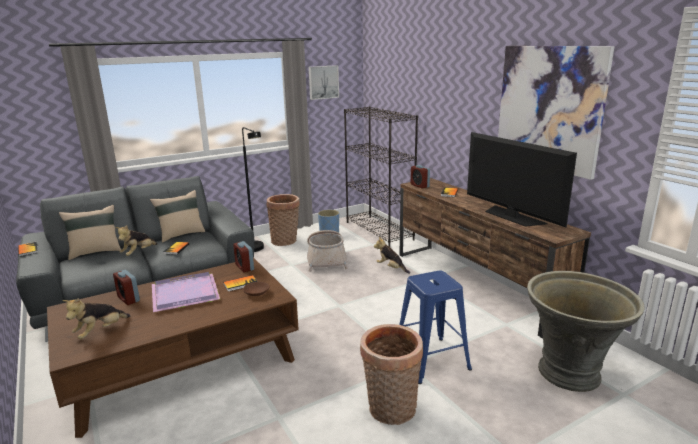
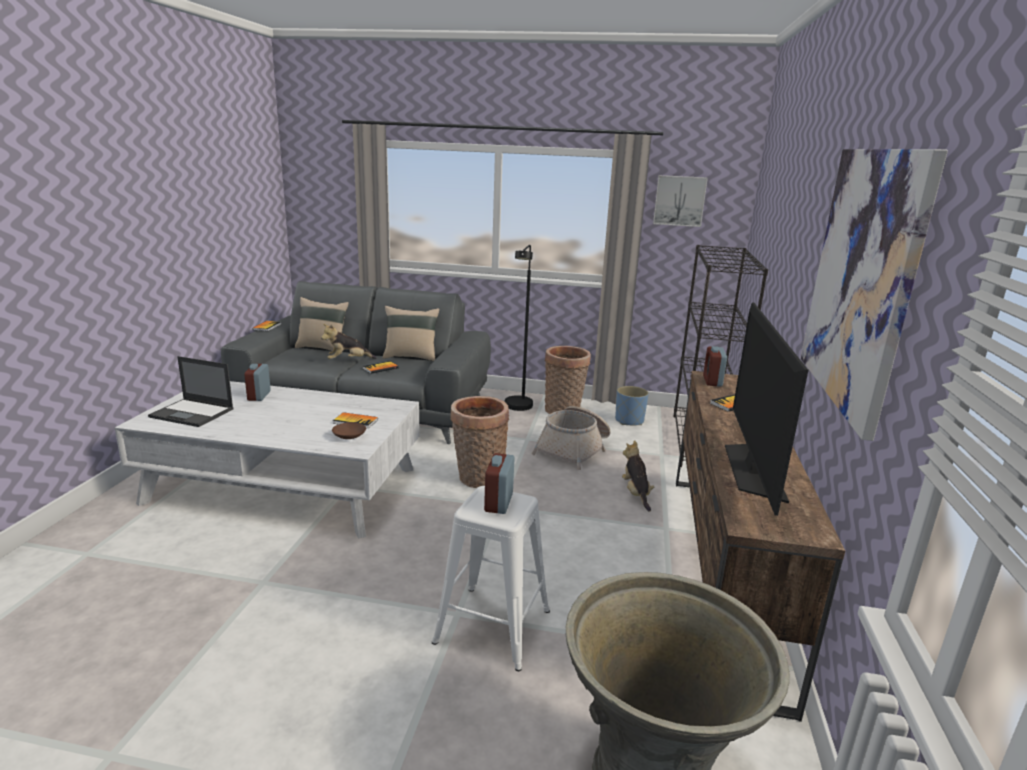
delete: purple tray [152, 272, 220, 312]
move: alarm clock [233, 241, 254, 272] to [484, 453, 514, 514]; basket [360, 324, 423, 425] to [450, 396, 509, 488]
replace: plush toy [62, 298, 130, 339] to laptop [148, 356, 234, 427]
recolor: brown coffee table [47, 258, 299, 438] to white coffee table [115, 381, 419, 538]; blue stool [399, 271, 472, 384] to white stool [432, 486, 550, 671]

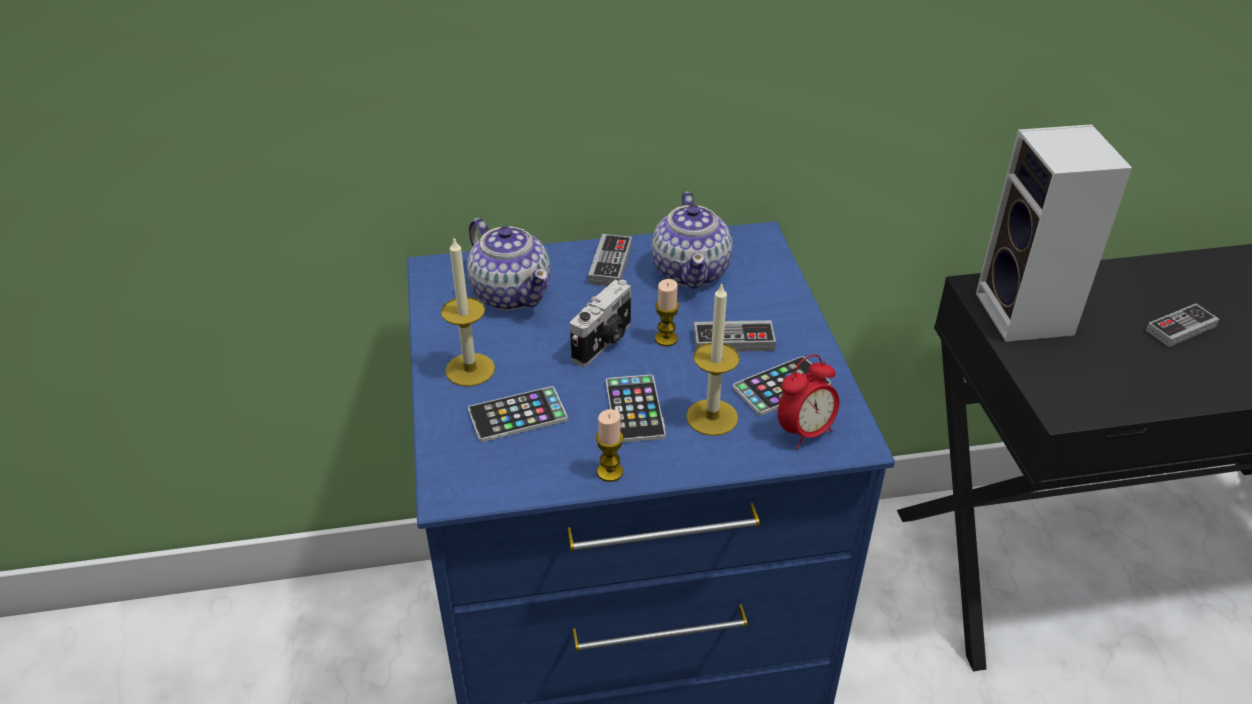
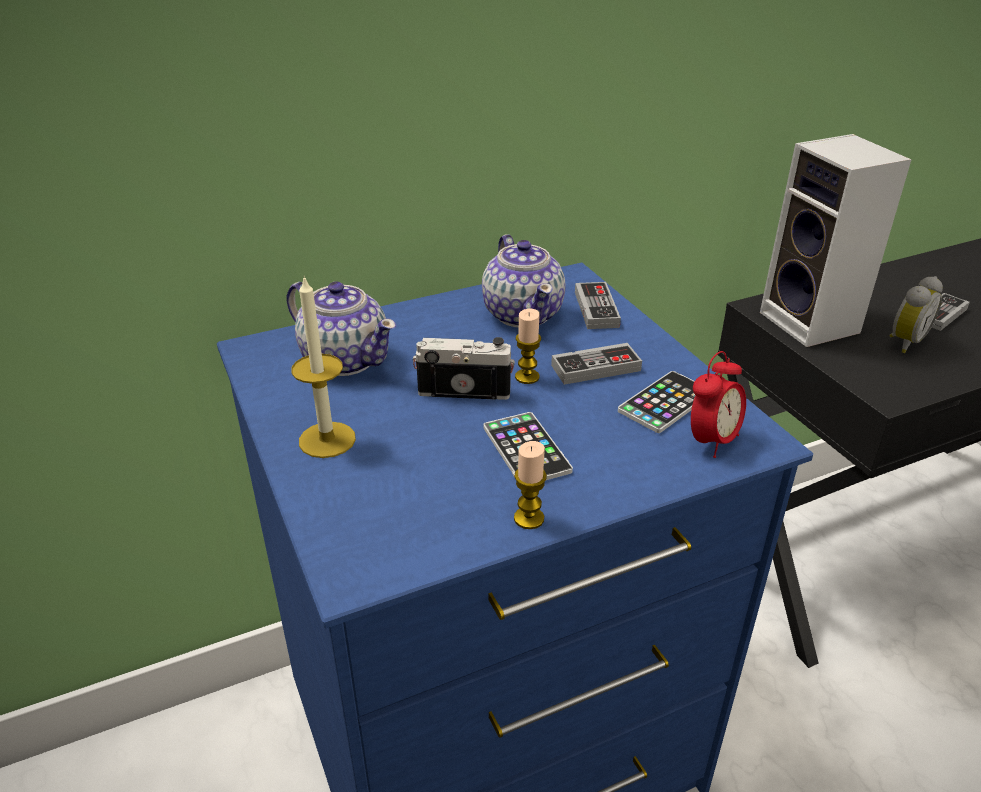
delete: candle [686, 282, 740, 436]; phone [468, 386, 568, 442]
insert: alarm clock [889, 276, 943, 353]
move: game controller [588, 234, 632, 286] to [575, 282, 621, 329]
rotate: photo camera [570, 280, 631, 367] = [413, 337, 515, 400] 105 degrees counterclockwise

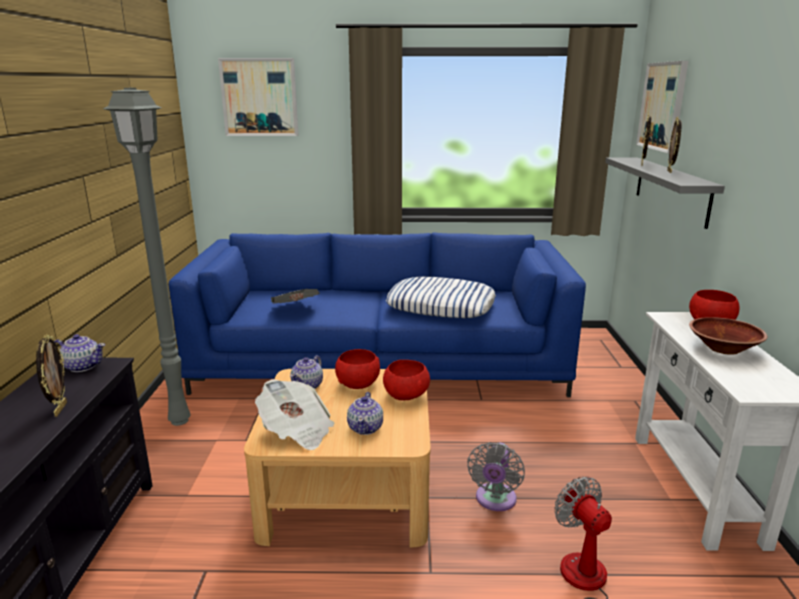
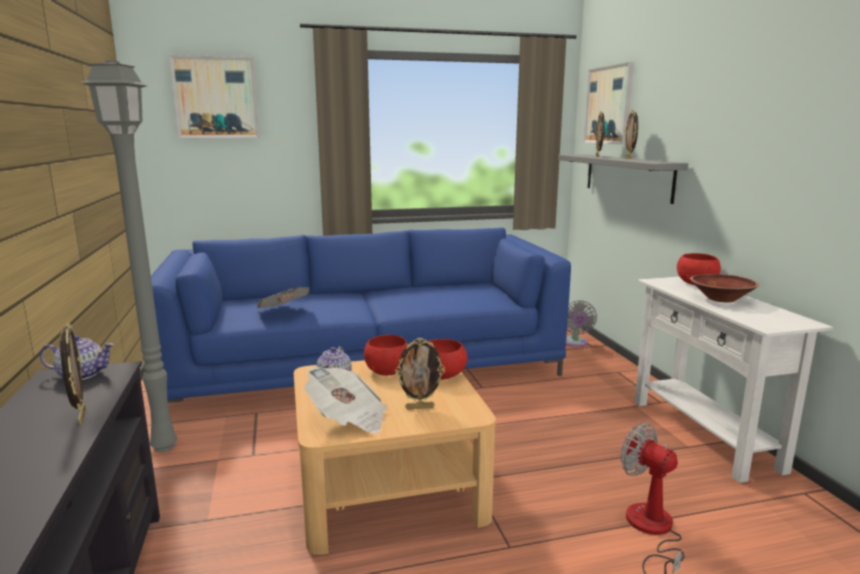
delete: pillow [386, 277, 496, 318]
move: grey fan [467, 442, 525, 511] to [566, 300, 597, 347]
replace: teapot [347, 392, 383, 435] to picture frame [395, 338, 445, 409]

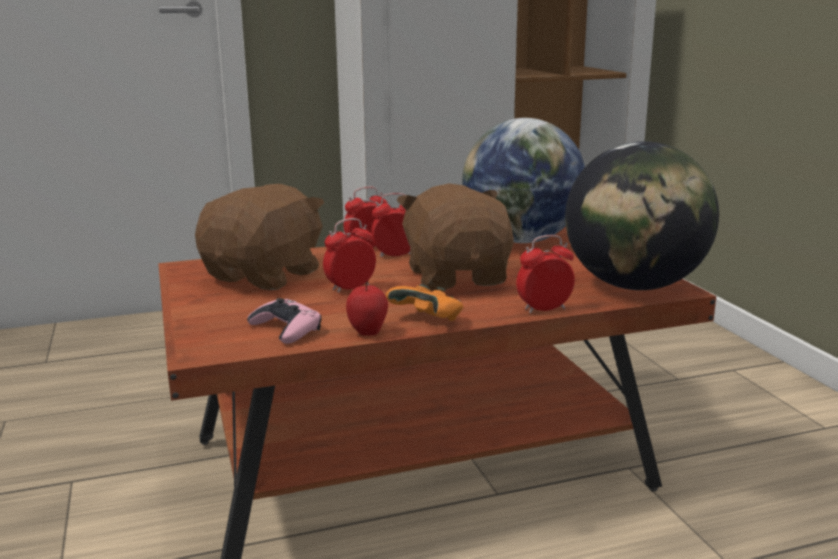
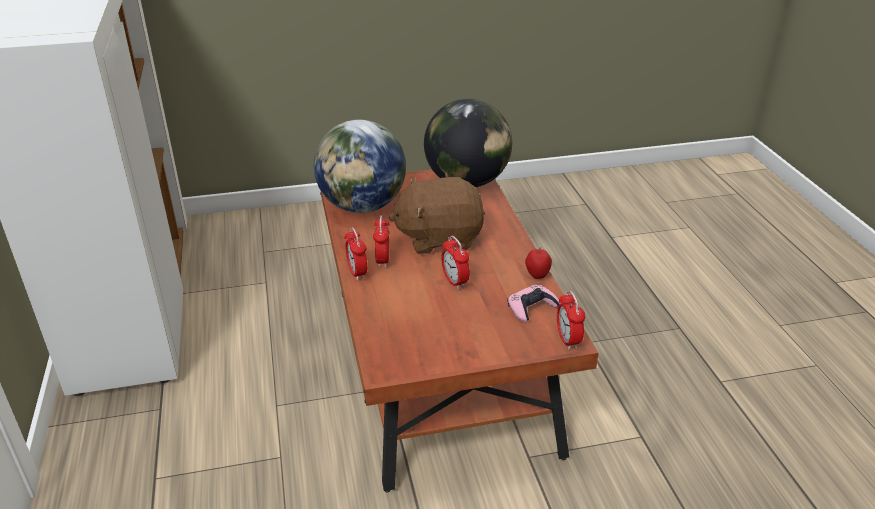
delete: brown plush toy [195, 184, 324, 290]; orange game controller [386, 284, 463, 321]
move: alarm clock [516, 235, 575, 313] to [557, 291, 585, 350]

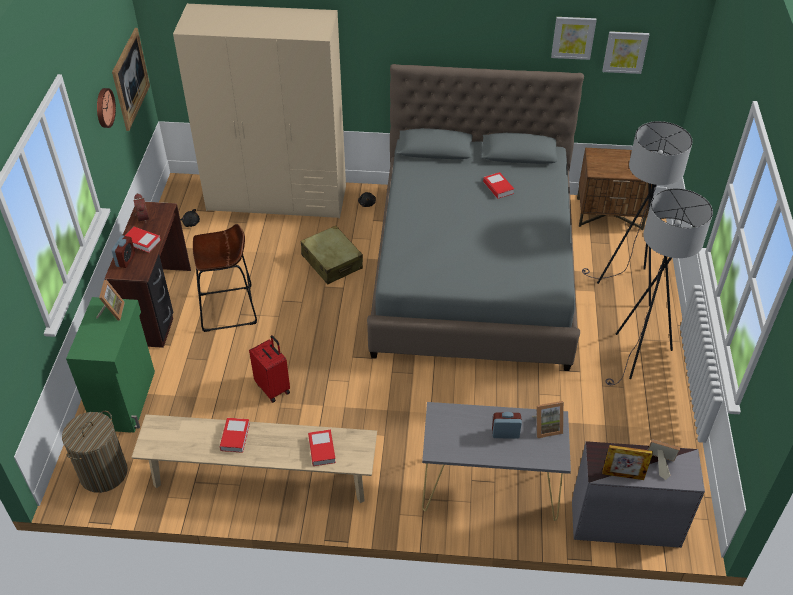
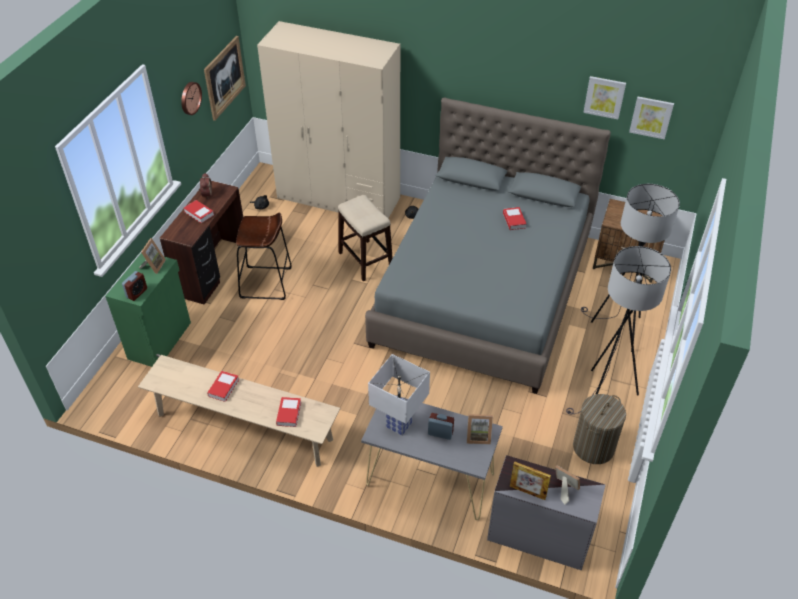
delete: red suitcase [249, 335, 290, 403]
insert: white table lamp [368, 354, 430, 436]
move: alarm clock [112, 235, 135, 268] to [122, 271, 147, 301]; laundry basket [62, 411, 128, 493] to [573, 394, 626, 464]
replace: beige suitcase [301, 226, 363, 285] to stool [338, 195, 393, 281]

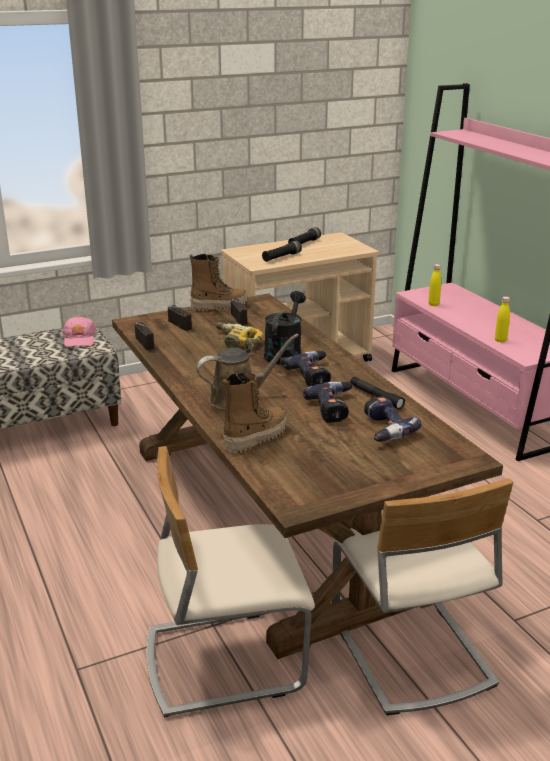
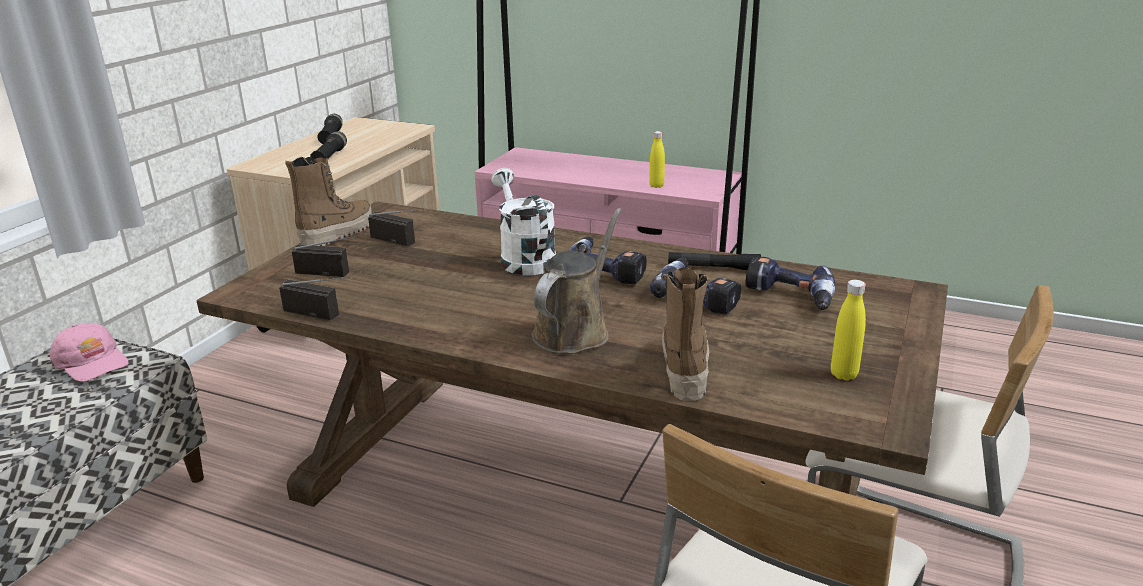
delete: power drill [210, 322, 263, 348]
move: yellow bottle [428, 264, 441, 306] to [831, 280, 866, 381]
recolor: black watering can [264, 291, 306, 365] to white watering can [491, 168, 556, 275]

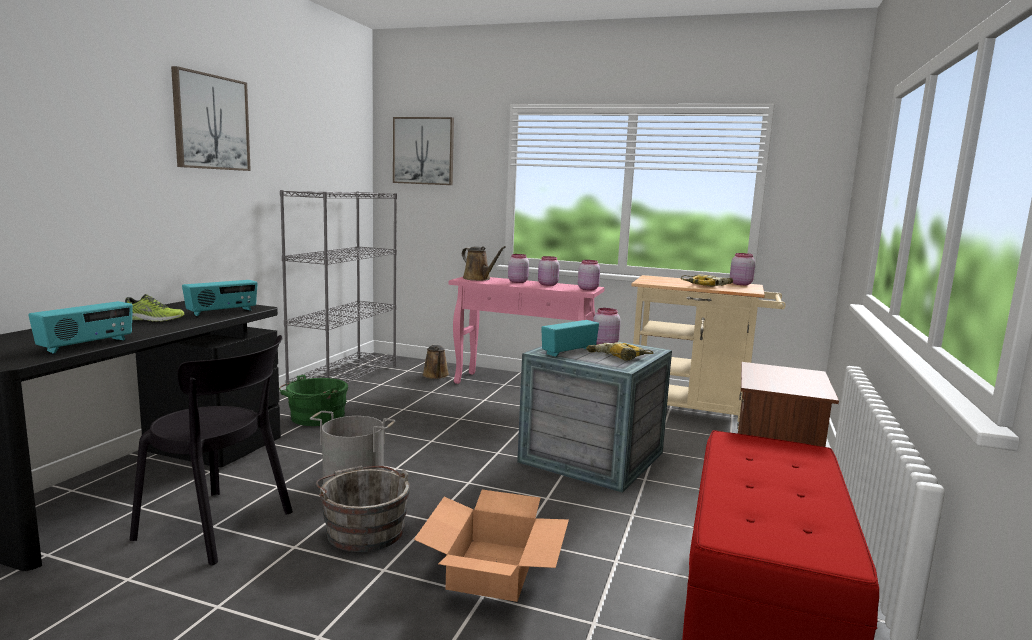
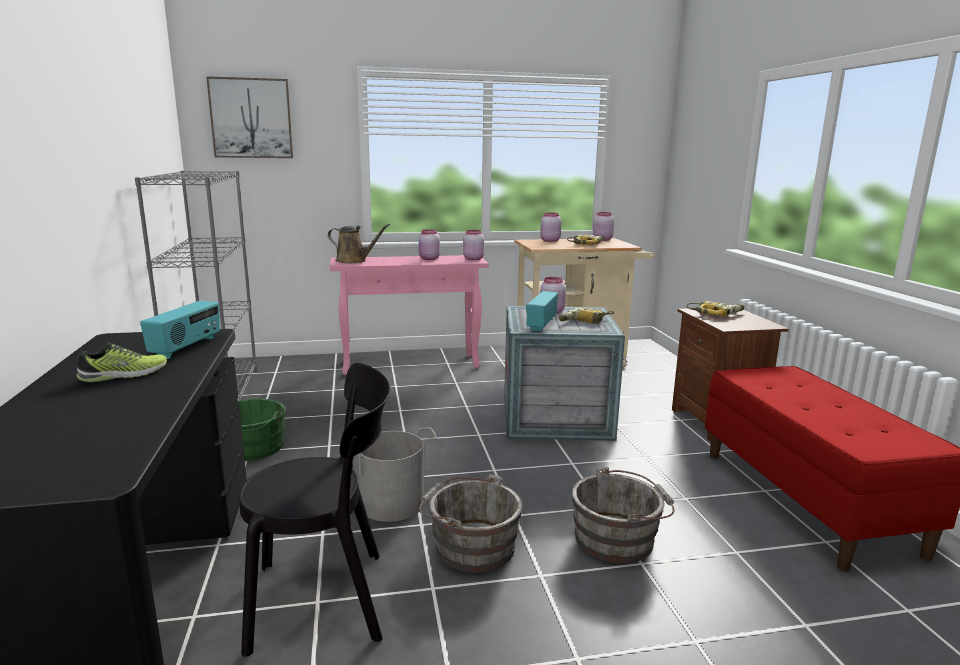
delete: picture [171, 66, 251, 171]; radio [28, 301, 133, 354]; brown watering can [423, 344, 449, 379]
insert: power drill [687, 301, 744, 316]
move: pink jar [508, 254, 529, 283] to [540, 212, 562, 242]
replace: cardboard box [414, 490, 569, 602] to grey bucket [572, 467, 675, 563]

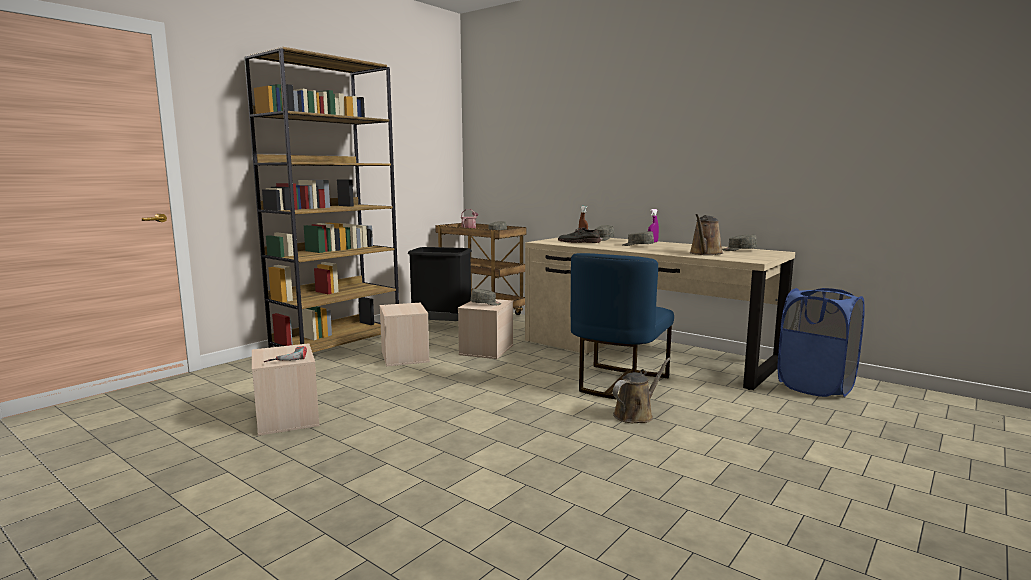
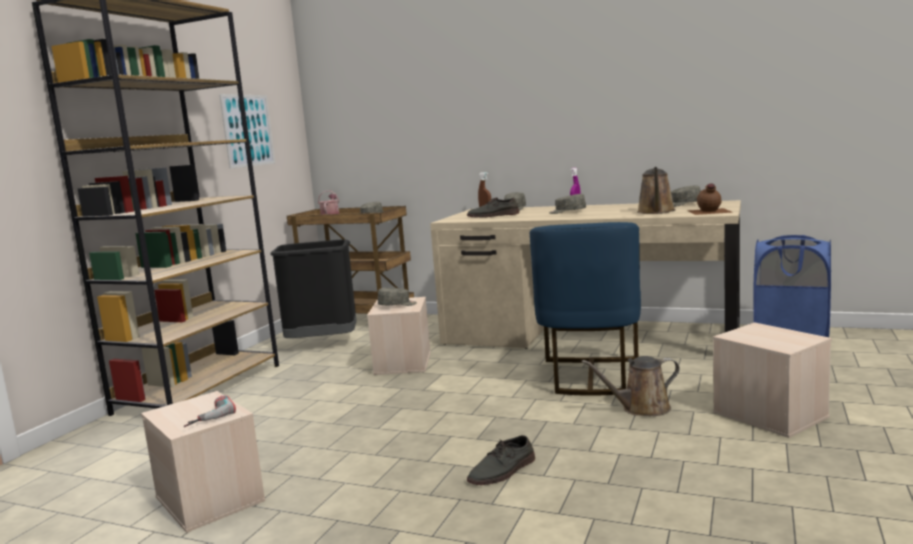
insert: picture [219, 94, 275, 169]; brown bottle [688, 183, 733, 215]; grey shoe [467, 435, 535, 485]
move: beige storage box [380, 303, 430, 366] to [713, 322, 832, 438]
rotate: brown watering can [613, 358, 671, 423] = [581, 356, 680, 416] 135 degrees counterclockwise

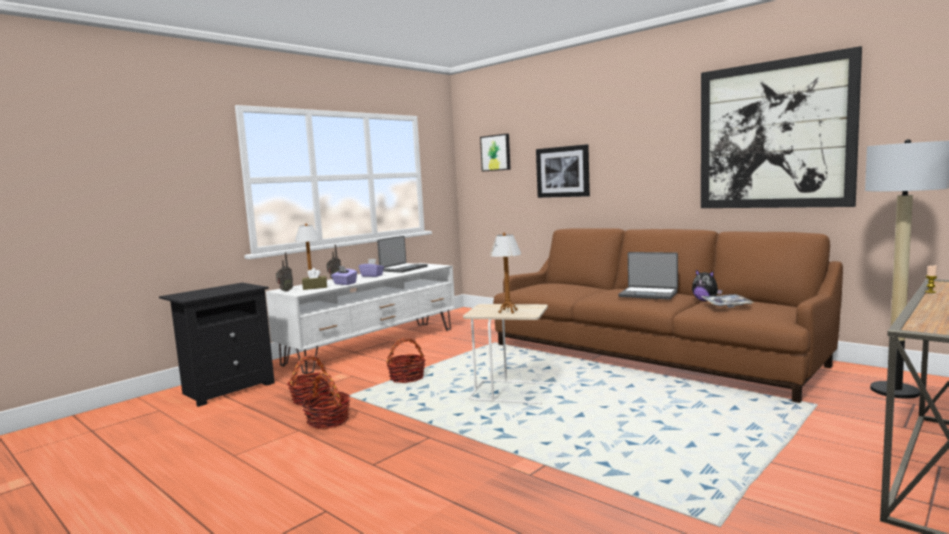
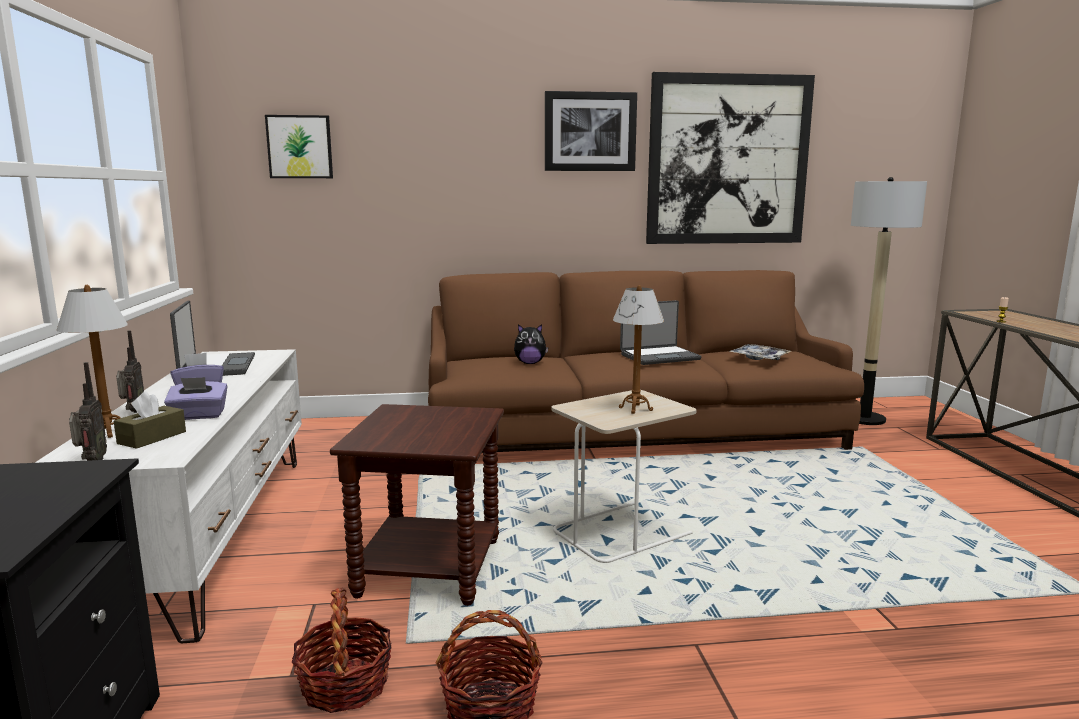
move: picture [536, 144, 590, 198] to [545, 91, 637, 171]; plush toy [692, 270, 722, 301] to [514, 324, 549, 364]
replace: basket [386, 338, 426, 383] to brown side table [330, 404, 504, 606]

